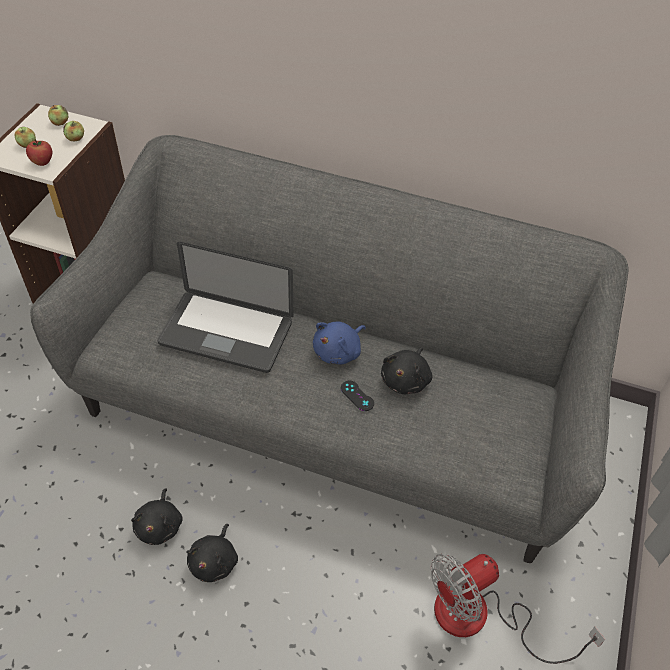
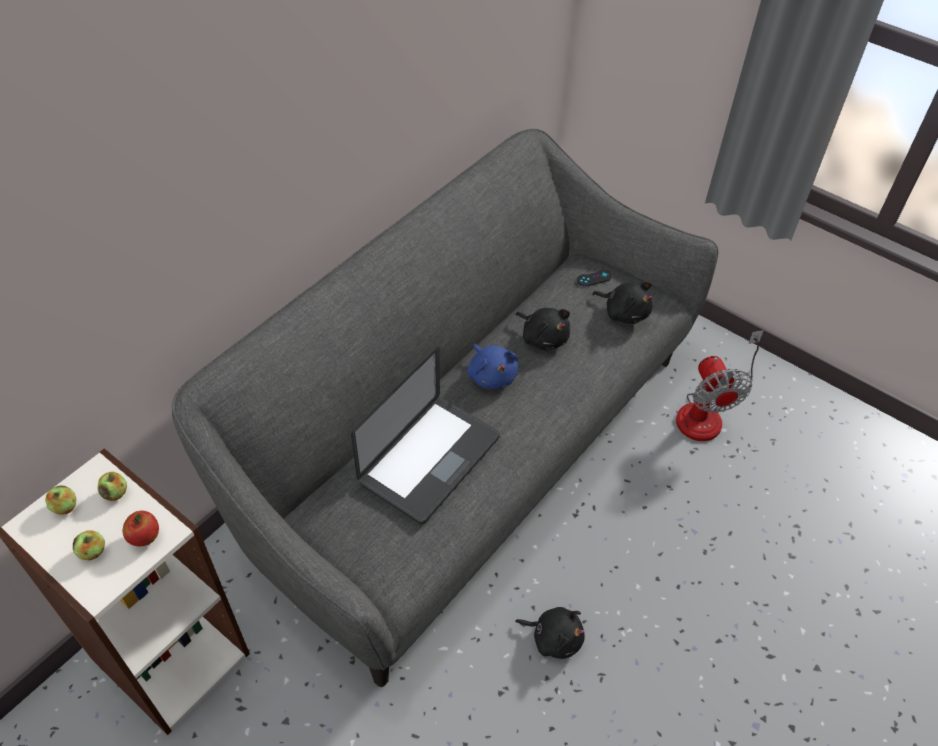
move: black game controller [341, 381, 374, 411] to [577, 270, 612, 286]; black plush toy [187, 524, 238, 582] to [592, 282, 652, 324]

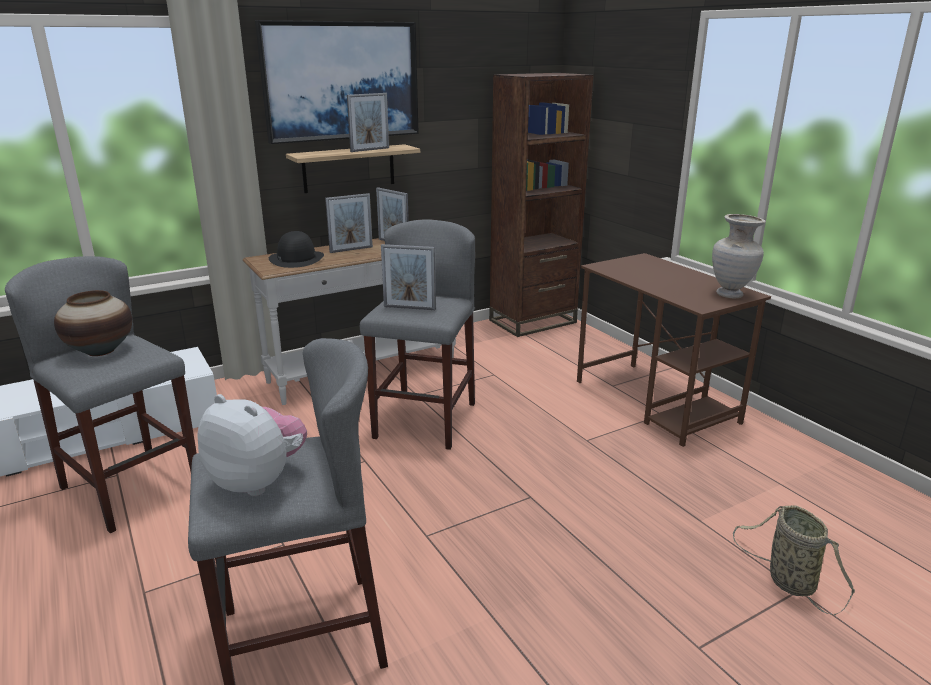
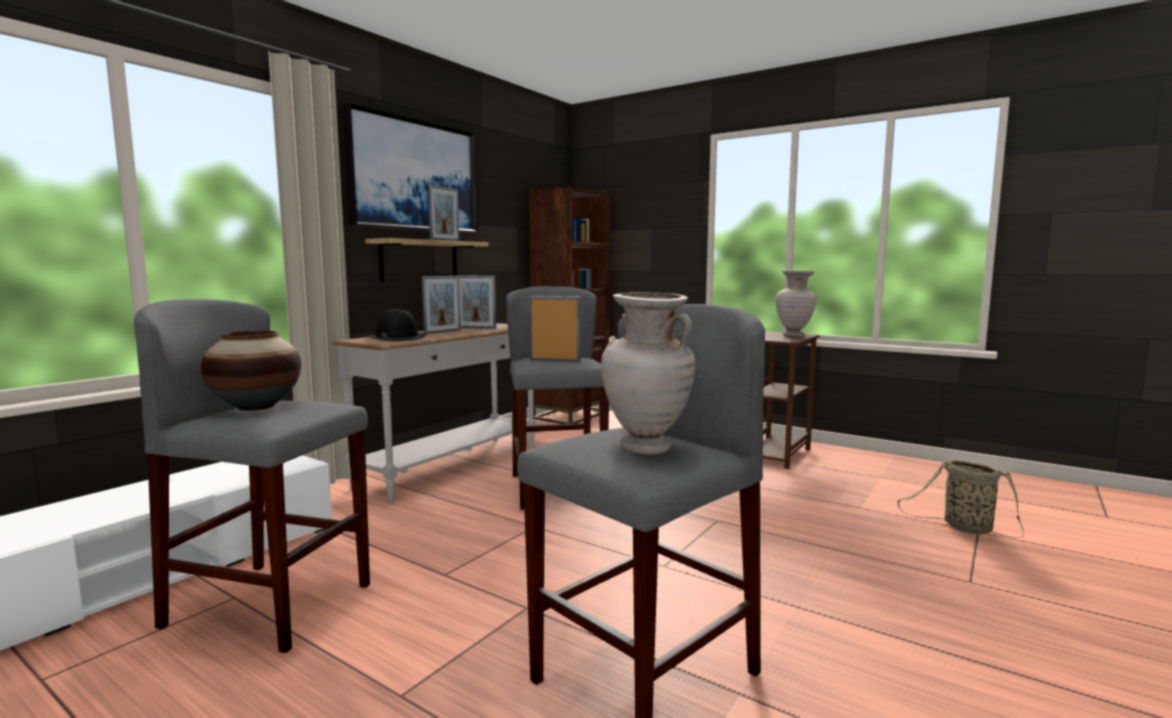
replace: plush toy [197, 394, 307, 496] to beige vase [601, 293, 695, 454]
rotate: picture frame [381, 244, 436, 310] = [529, 296, 581, 362] 150 degrees counterclockwise

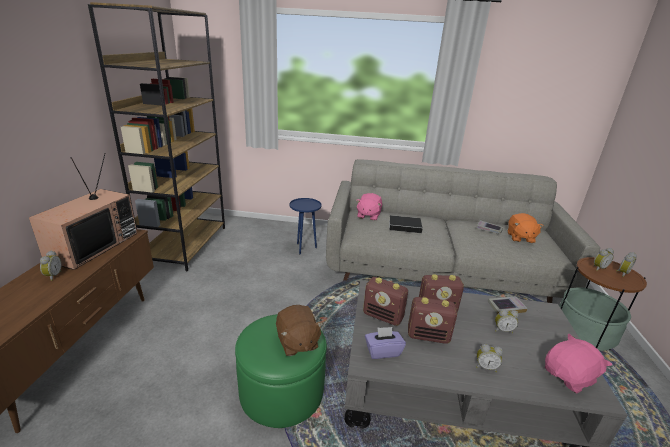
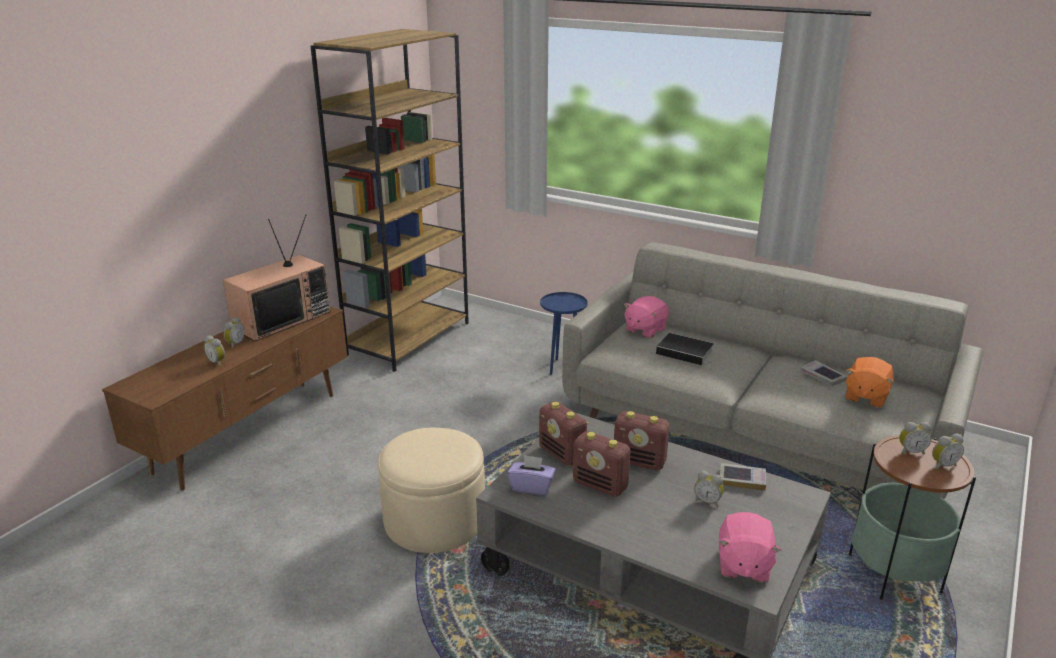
delete: brown plush toy [276, 305, 323, 356]
move: alarm clock [476, 344, 503, 372] to [204, 335, 225, 366]
recolor: green ottoman [235, 314, 327, 428] to beige ottoman [378, 428, 485, 553]
rotate: pink plush toy [545, 334, 612, 393] = [718, 512, 782, 583] 105 degrees clockwise

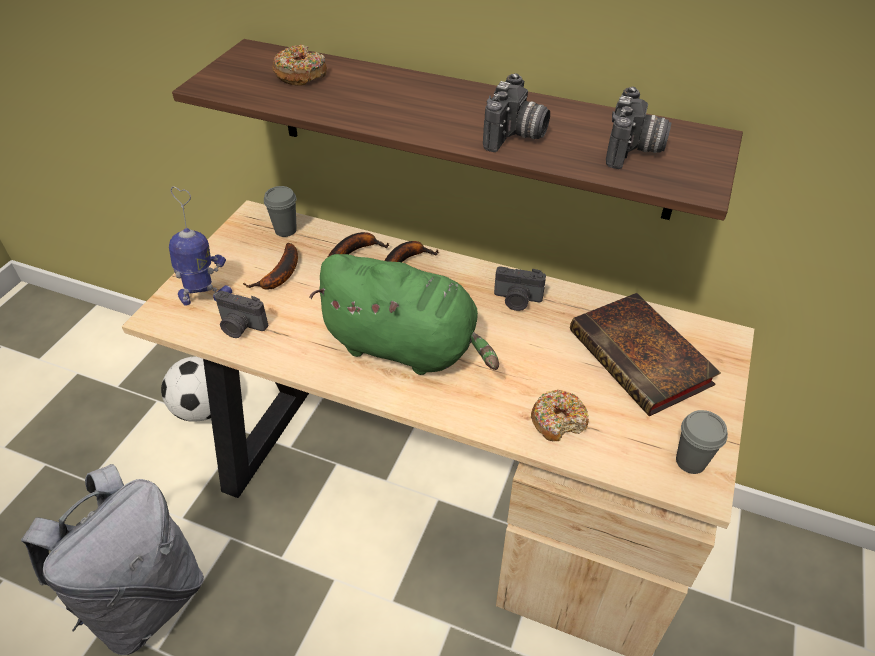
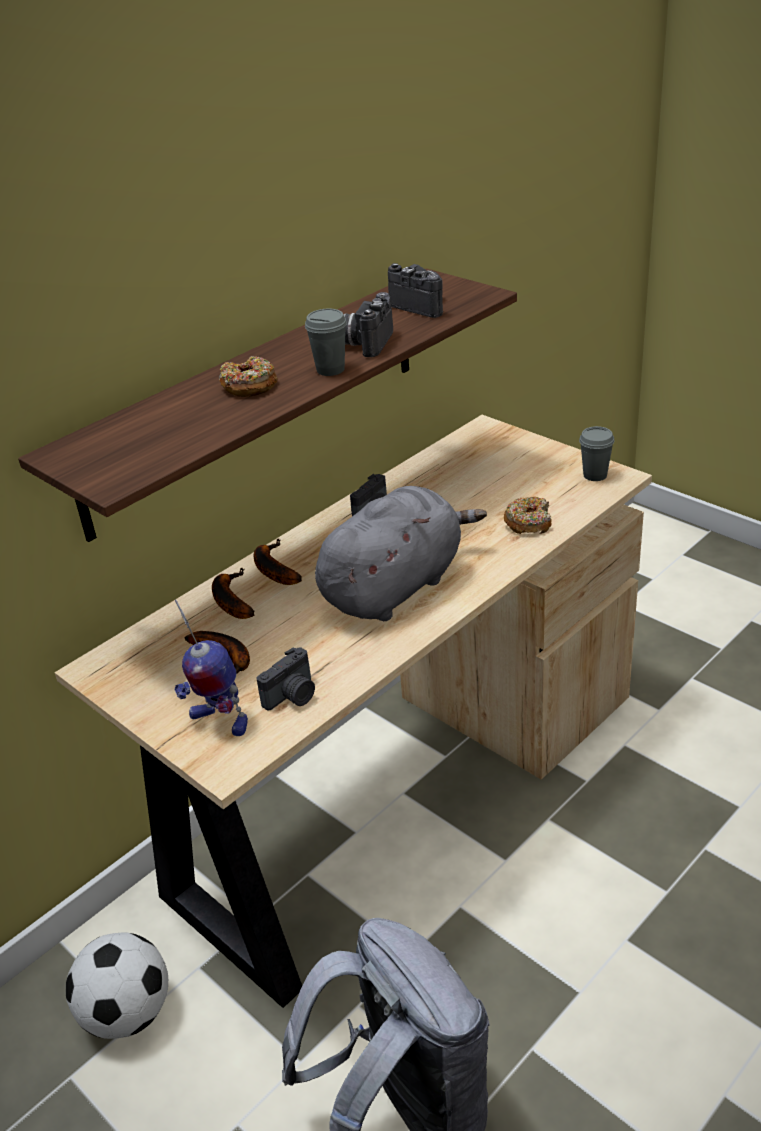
delete: book [570, 293, 721, 416]
move: donut [272, 45, 327, 86] to [219, 356, 278, 397]; grey cup [264, 186, 297, 237] to [305, 309, 347, 376]
recolor: green plush toy [310, 254, 499, 375] to grey plush toy [315, 486, 487, 621]
rotate: photo camera [483, 73, 550, 152] = [343, 292, 393, 357] 120 degrees counterclockwise; toy robot [169, 186, 232, 306] = [175, 600, 248, 736] 75 degrees counterclockwise

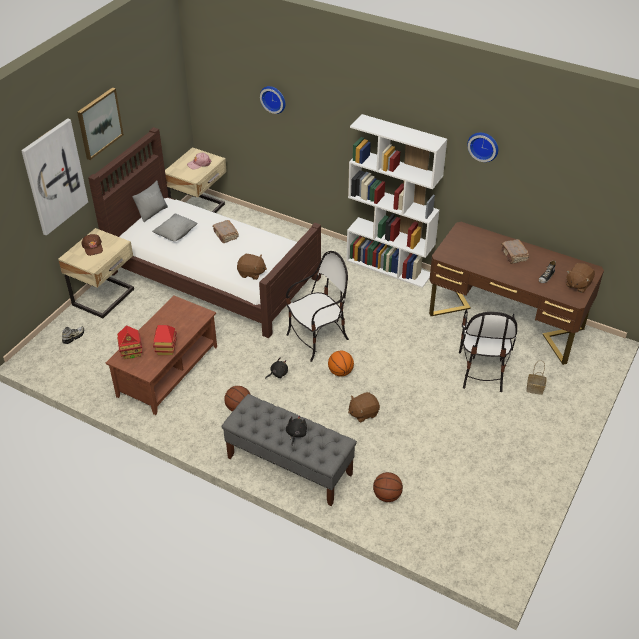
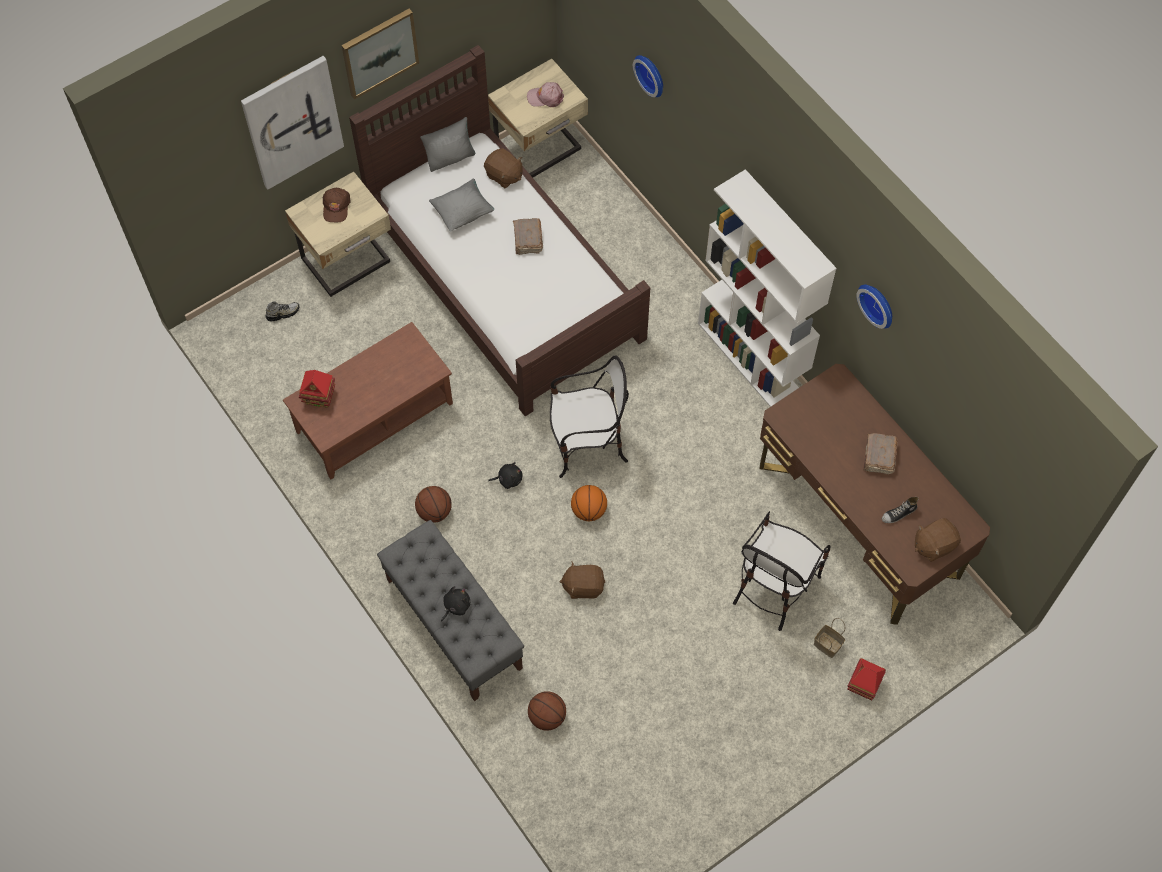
move: brown plush toy [237, 254, 267, 280] to [484, 148, 523, 188]; toy house [153, 325, 177, 355] to [847, 658, 886, 701]

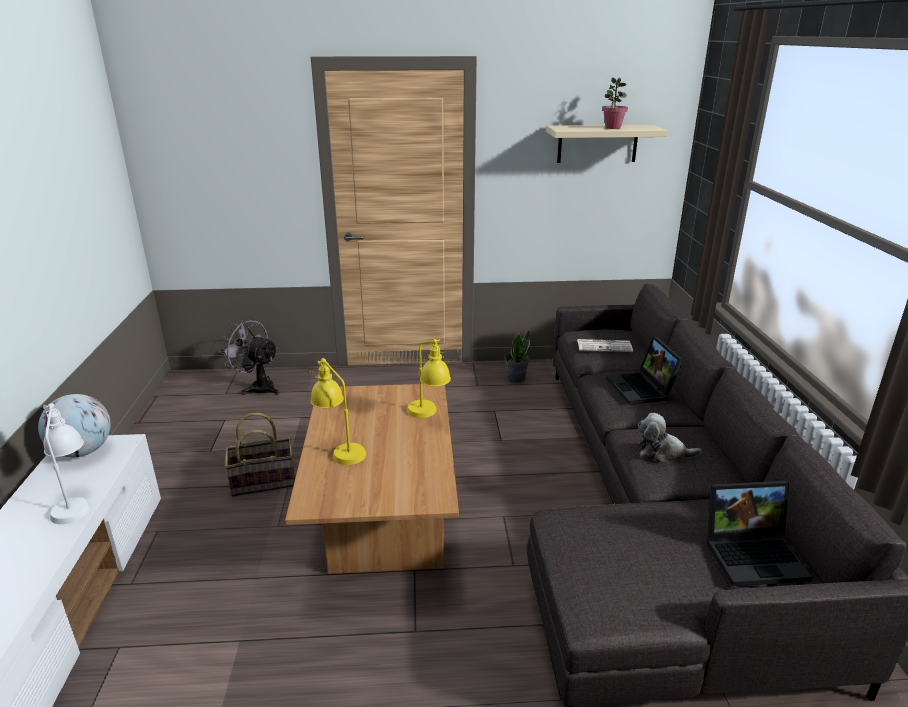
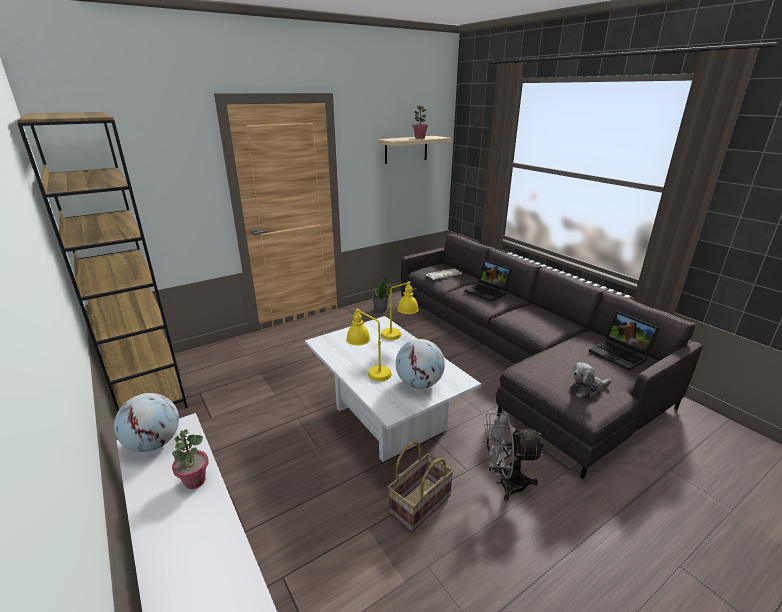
insert: brown bookcase [17, 112, 188, 412]; globe [396, 339, 445, 389]
move: grey fan [219, 319, 279, 395] to [483, 412, 544, 501]; basket [225, 413, 295, 497] to [388, 441, 454, 532]; plush toy [638, 413, 702, 463] to [570, 362, 612, 398]
replace: white table lamp [43, 403, 91, 524] to potted plant [172, 429, 209, 489]
recolor: brown coffee table [285, 384, 459, 574] to white coffee table [305, 316, 481, 462]
rotate: laptop [706, 481, 813, 586] = [589, 312, 660, 371] 90 degrees clockwise

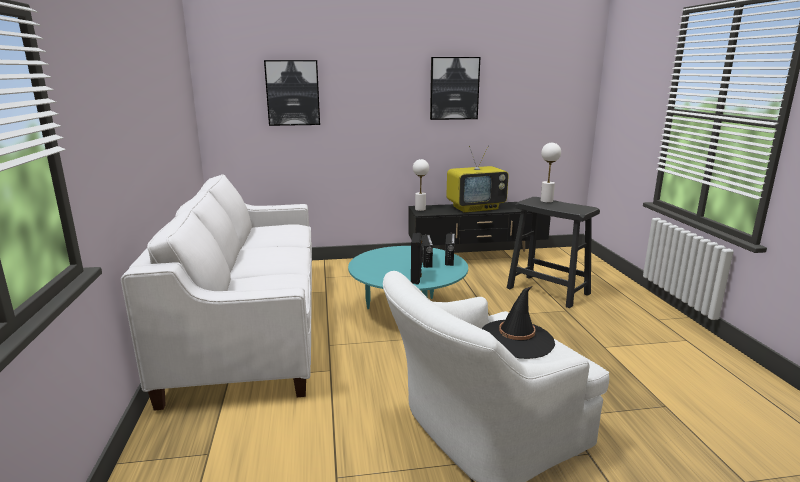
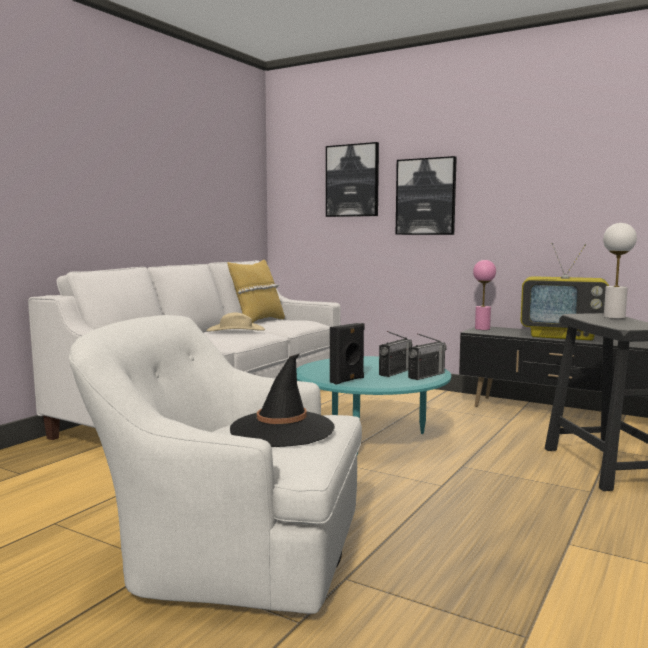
insert: yellow pillow [228, 260, 285, 323]; beige hat [207, 313, 265, 331]
move: picture [430, 57, 480, 120] to [396, 156, 457, 235]
recolor: white table lamp [413, 159, 429, 211] to pink table lamp [473, 260, 496, 330]

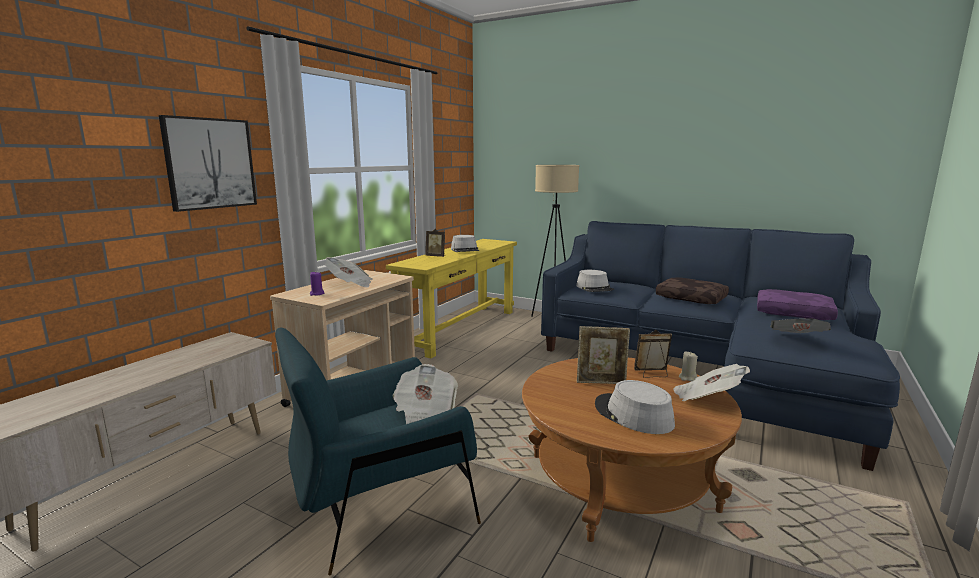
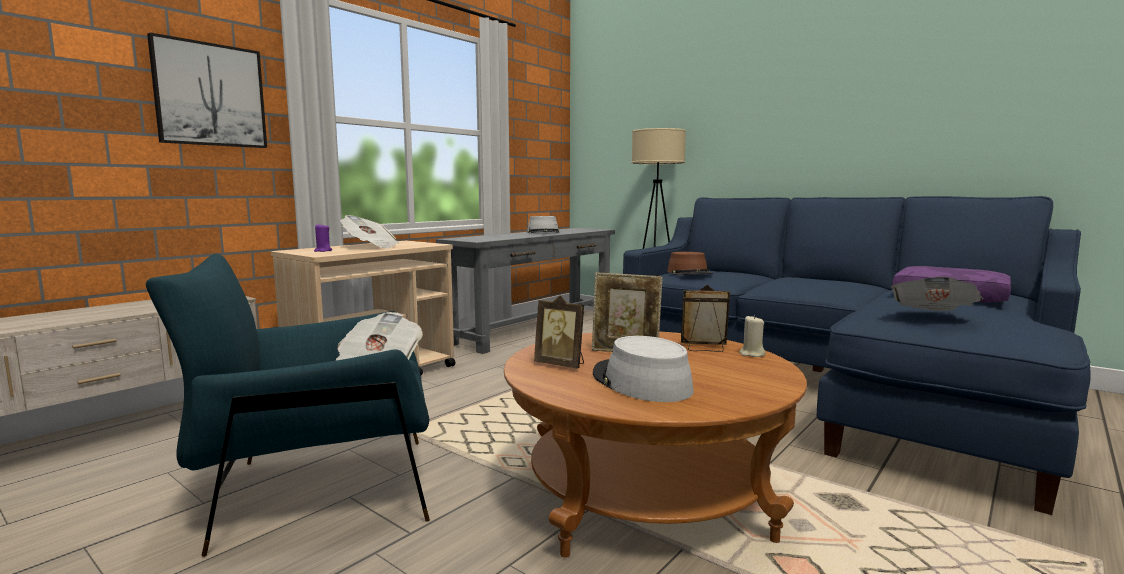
delete: brown pillow [656, 277, 729, 304]; newspaper [673, 364, 750, 401]
move: picture frame [425, 229, 445, 257] to [534, 295, 584, 369]
recolor: yellow console table [386, 239, 517, 358] to grey console table [436, 228, 615, 354]; grey hat [576, 270, 614, 292] to brown hat [667, 252, 713, 275]

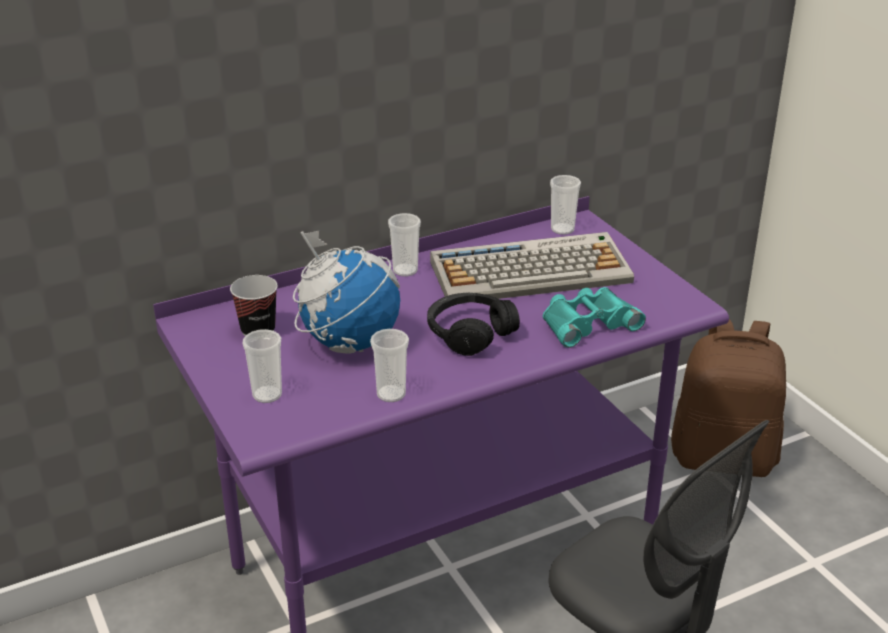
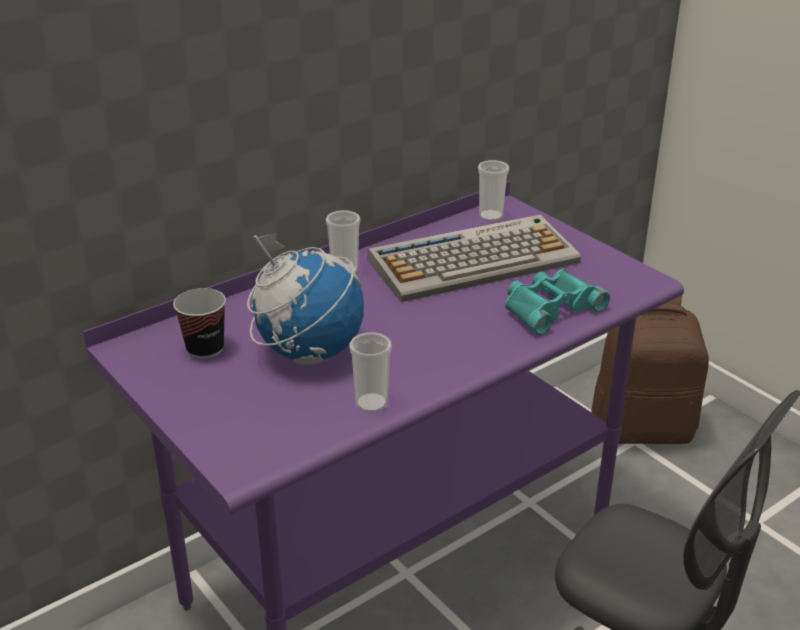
delete: black headphones [427, 293, 520, 356]; cup [242, 329, 282, 403]

